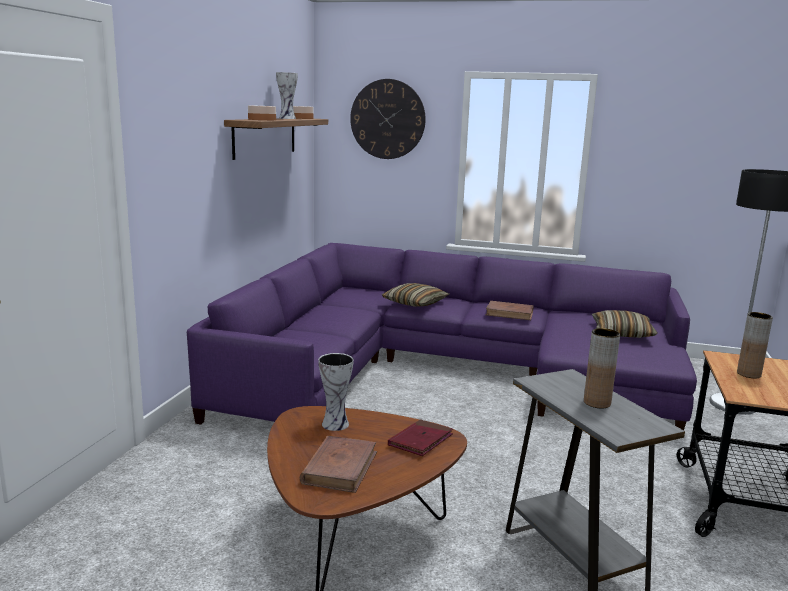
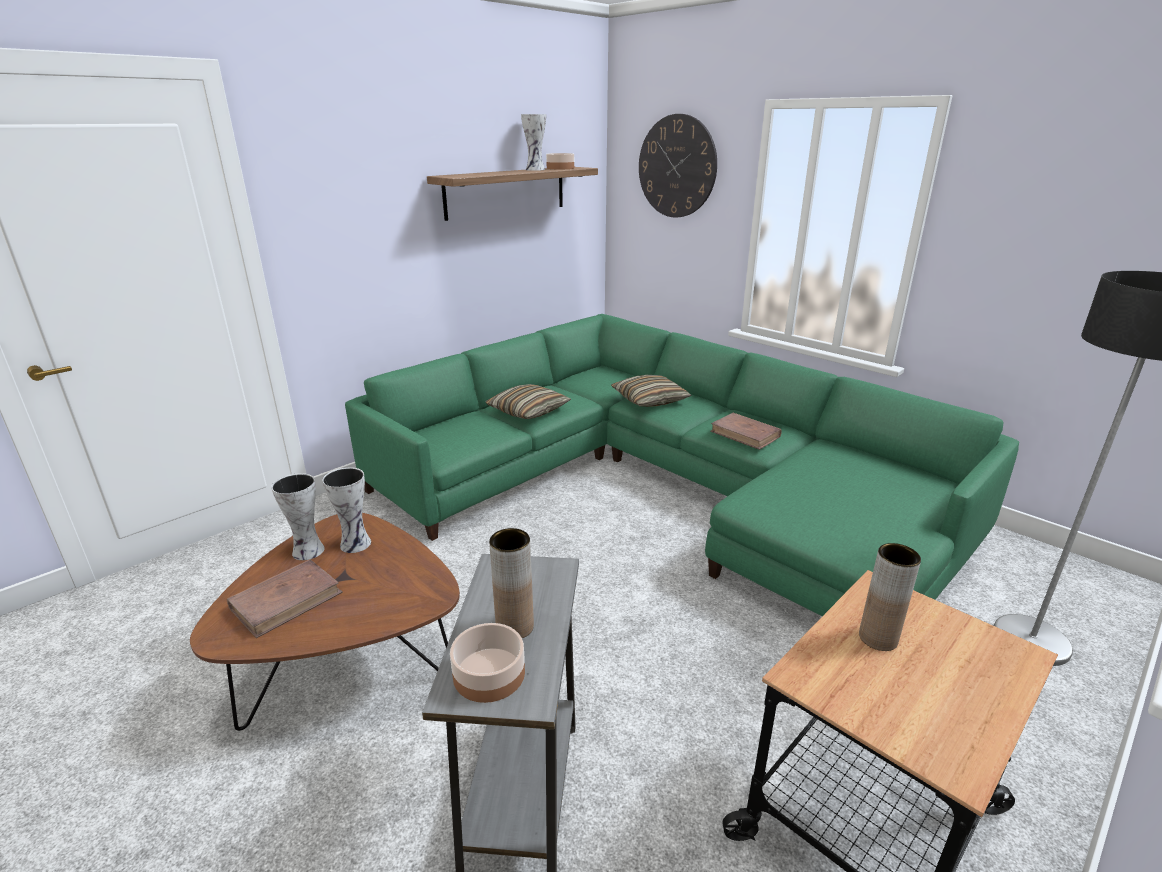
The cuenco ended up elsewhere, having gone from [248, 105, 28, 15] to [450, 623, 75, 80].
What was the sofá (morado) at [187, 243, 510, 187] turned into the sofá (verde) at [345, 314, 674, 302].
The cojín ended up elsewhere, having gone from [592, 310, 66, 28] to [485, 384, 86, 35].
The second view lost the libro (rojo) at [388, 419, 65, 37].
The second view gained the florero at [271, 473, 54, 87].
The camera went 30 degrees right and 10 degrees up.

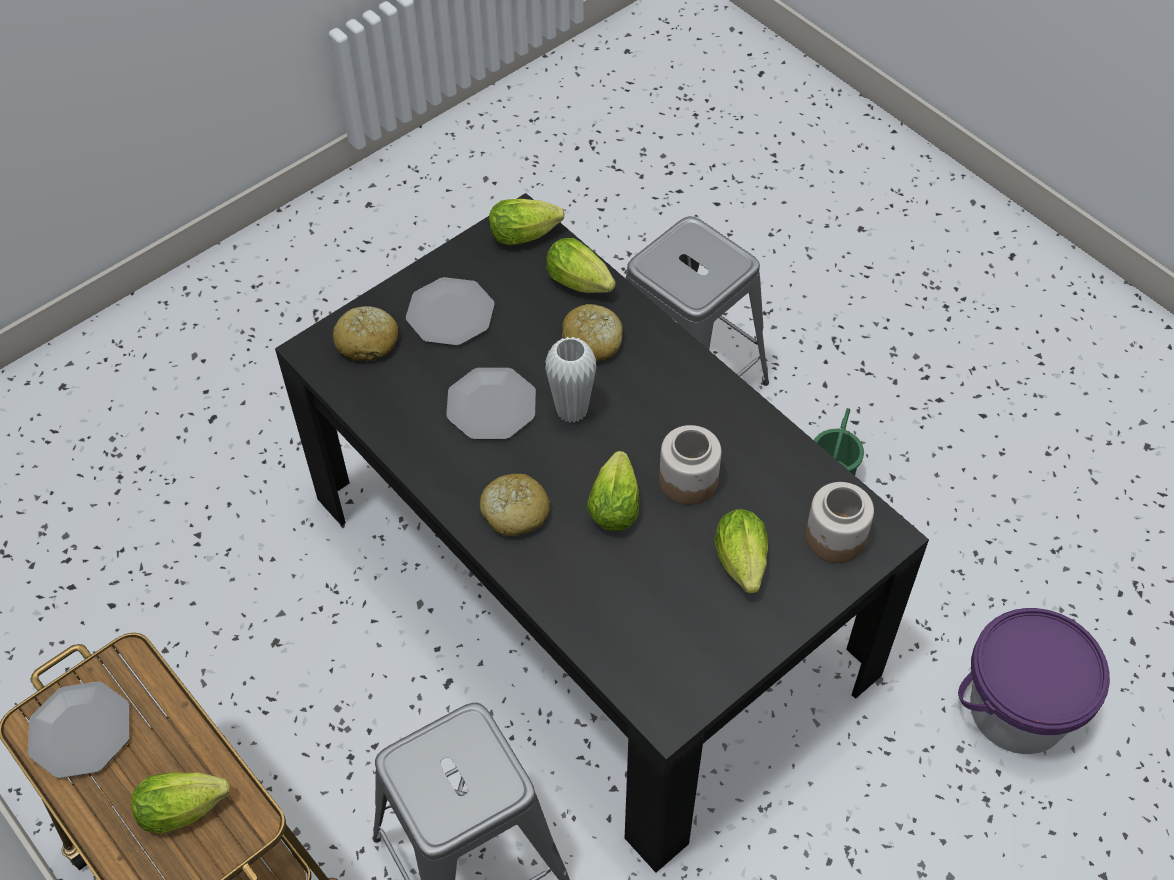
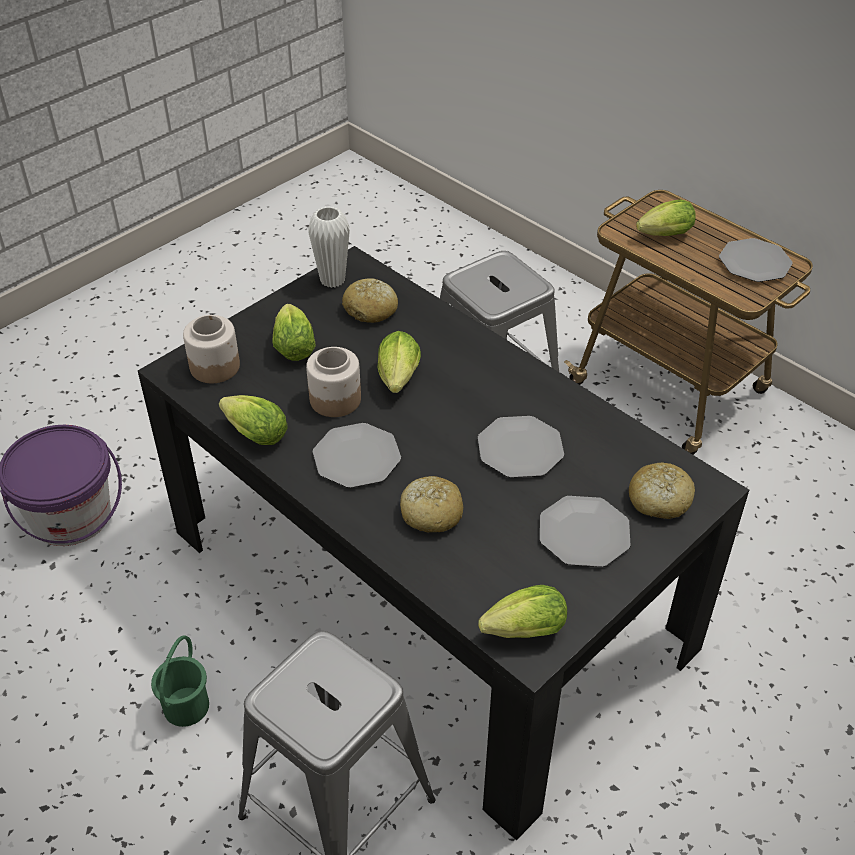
The lechuga ended up elsewhere, having gone from [546, 238, 70, 55] to [219, 395, 69, 50].
The florero (blanco) ended up elsewhere, having gone from [545, 337, 51, 86] to [308, 206, 42, 82].
The pan ended up elsewhere, having gone from [480, 474, 70, 62] to [342, 278, 56, 45].
The second view gained the plato at [313, 423, 88, 65].
The camera went 175 degrees right and 10 degrees down.

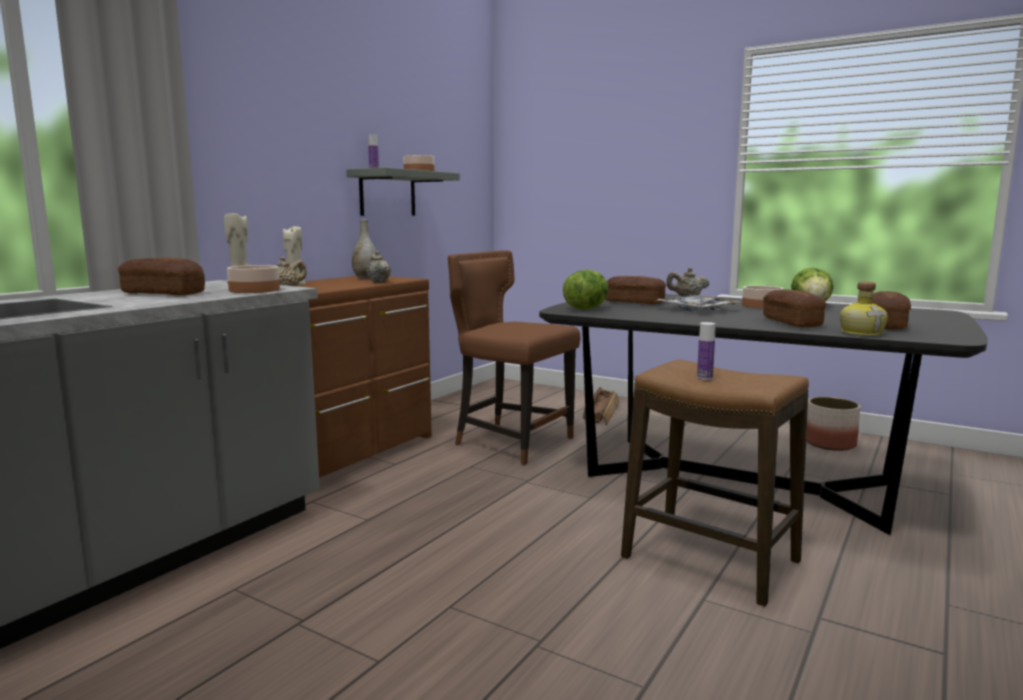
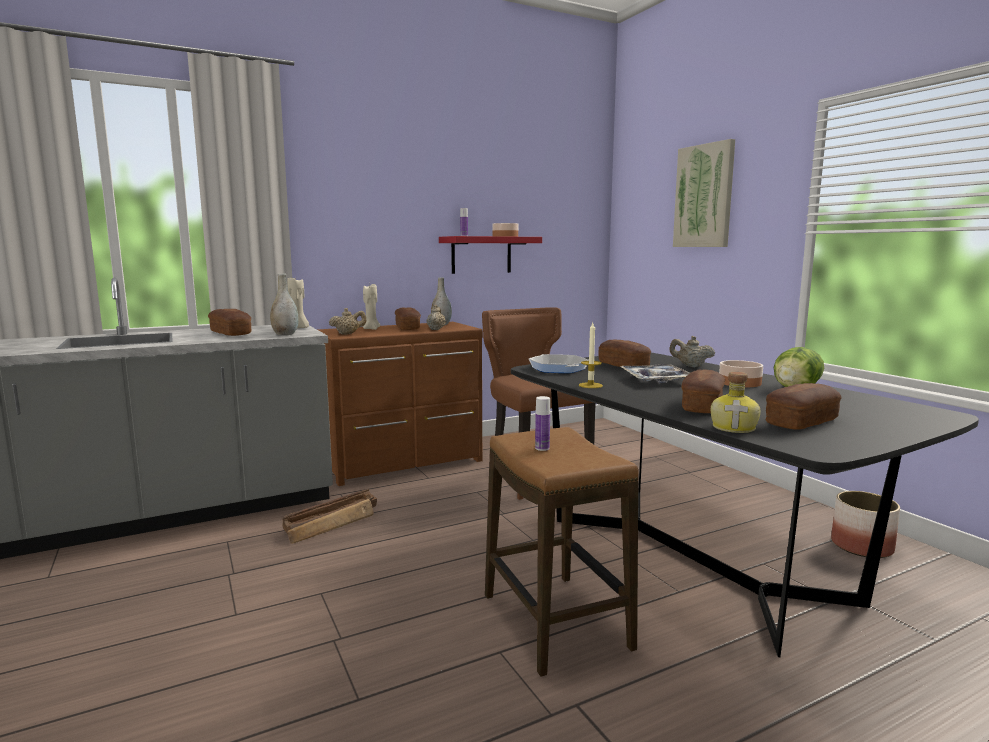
What was the estante (gris) at [346, 167, 114, 49] turned into the estante (rojo) at [439, 236, 103, 38].
Where the cuenco stood at [227, 265, 53, 28], the florero (gris) came to stand at [270, 274, 29, 61].
Where the lechuga stood at [563, 270, 46, 40], the sartén came to stand at [529, 354, 60, 19].
The caja de embalaje ended up elsewhere, having gone from [583, 387, 36, 38] to [283, 489, 94, 55].
The second view gained the cuadro at [673, 139, 62, 108].
The second view gained the pan at [395, 307, 26, 23].
The second view gained the vela at [579, 323, 24, 65].
The camera went 30 degrees right and 0 degrees up.

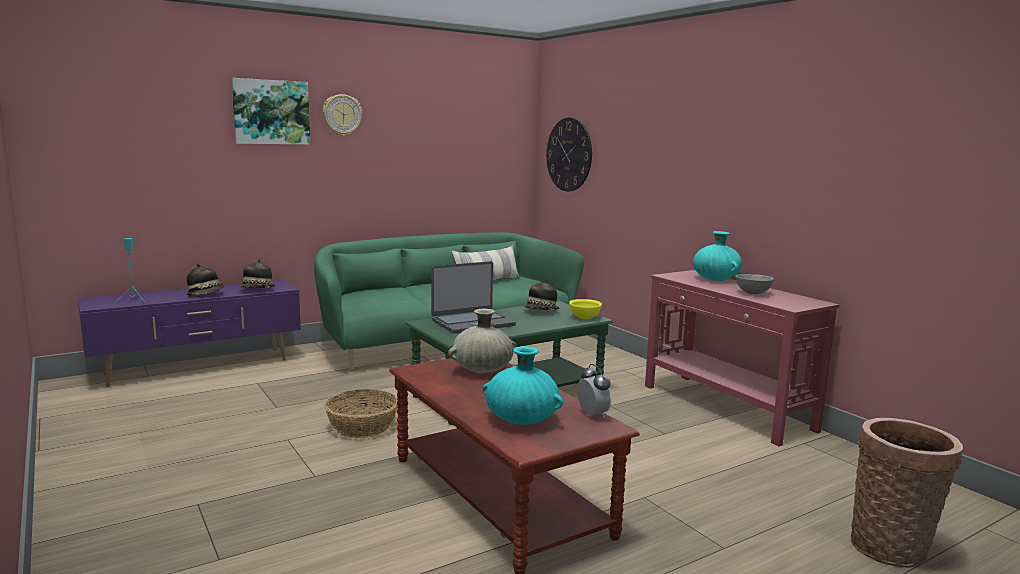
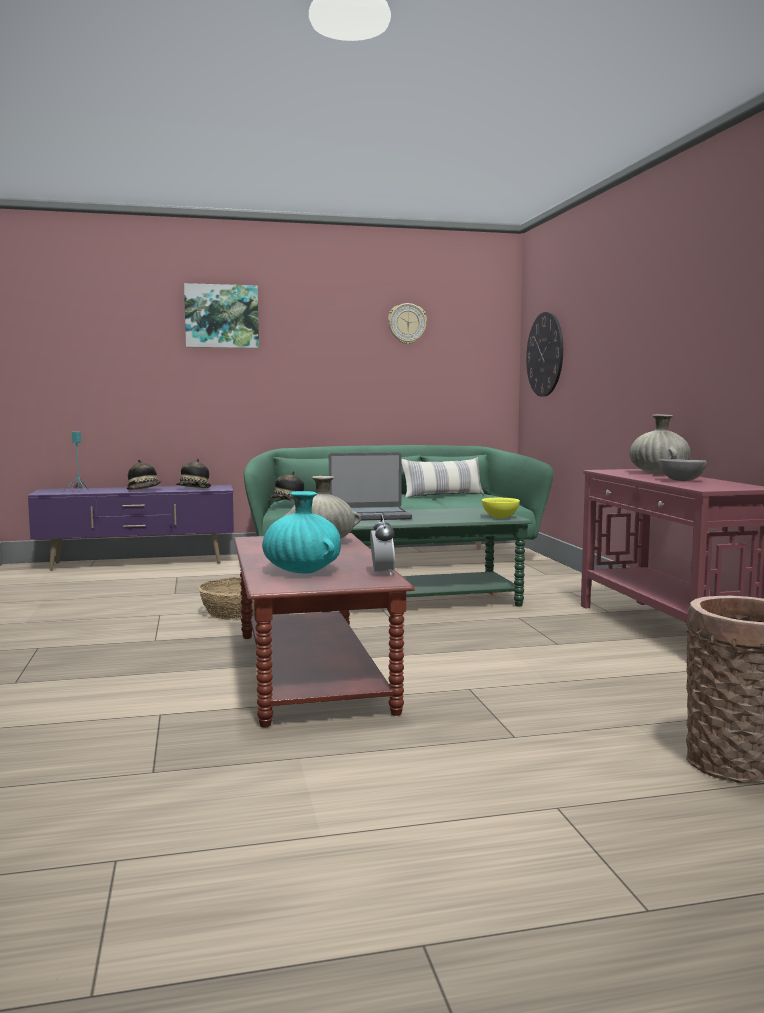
The reloj de pared ended up elsewhere, having gone from [323, 94, 39, 42] to [388, 303, 39, 41].
What was the florero (turquesa) at [693, 231, 49, 50] turned into the florero (beis) at [629, 415, 61, 59].
The sombrero ended up elsewhere, having gone from [523, 279, 36, 32] to [269, 471, 35, 30].
The camera went 20 degrees right and 5 degrees down.

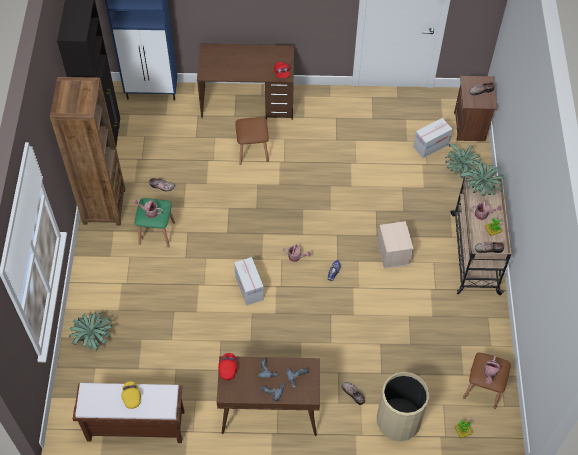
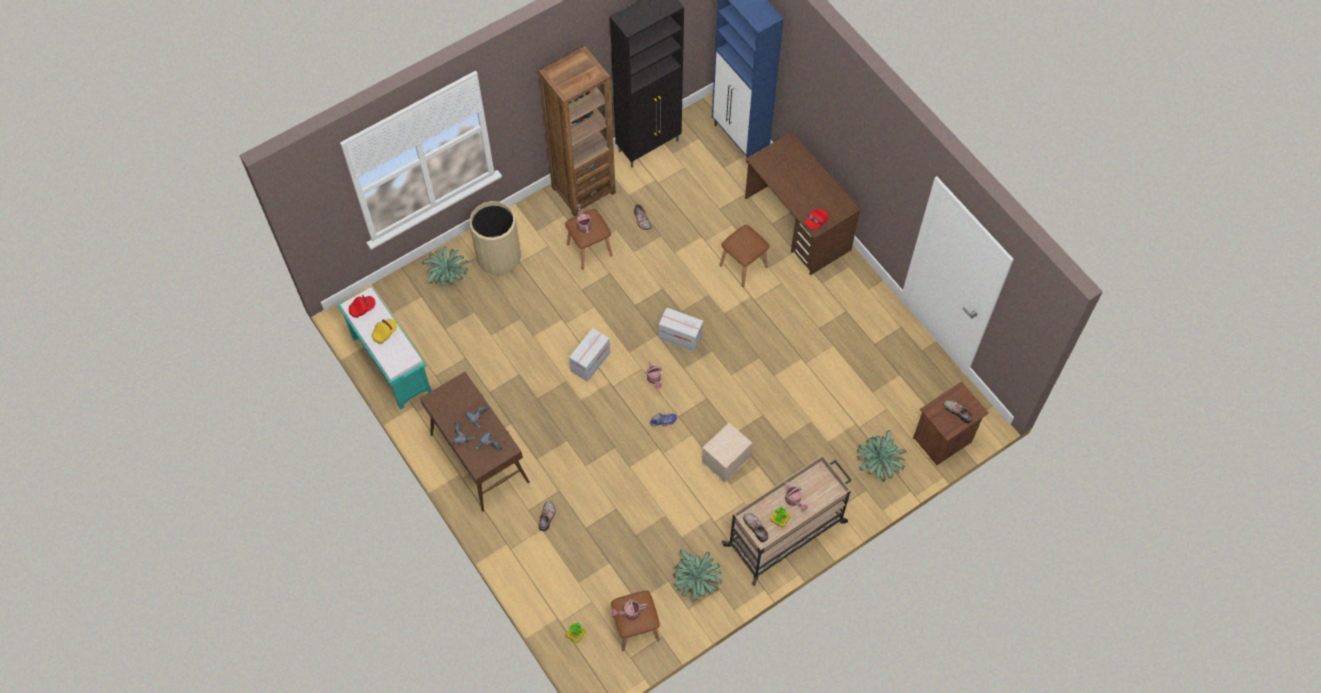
The caja de cartón ended up elsewhere, having gone from [413, 118, 39, 40] to [659, 307, 44, 45].
The planta en maceta ended up elsewhere, having gone from [460, 161, 45, 35] to [673, 550, 49, 52].
What was the taburete (verde) at [135, 198, 40, 49] turned into the taburete (marrón) at [565, 209, 48, 61].
The gorra (rojo) ended up elsewhere, having gone from [218, 353, 19, 27] to [349, 295, 26, 23].
The papelera (beis) ended up elsewhere, having gone from [377, 372, 52, 69] to [469, 201, 52, 74].
What was the banco (marrón) at [73, 383, 111, 60] turned into the banco (turquesa) at [337, 287, 95, 123].
The camera went 55 degrees right and 5 degrees up.

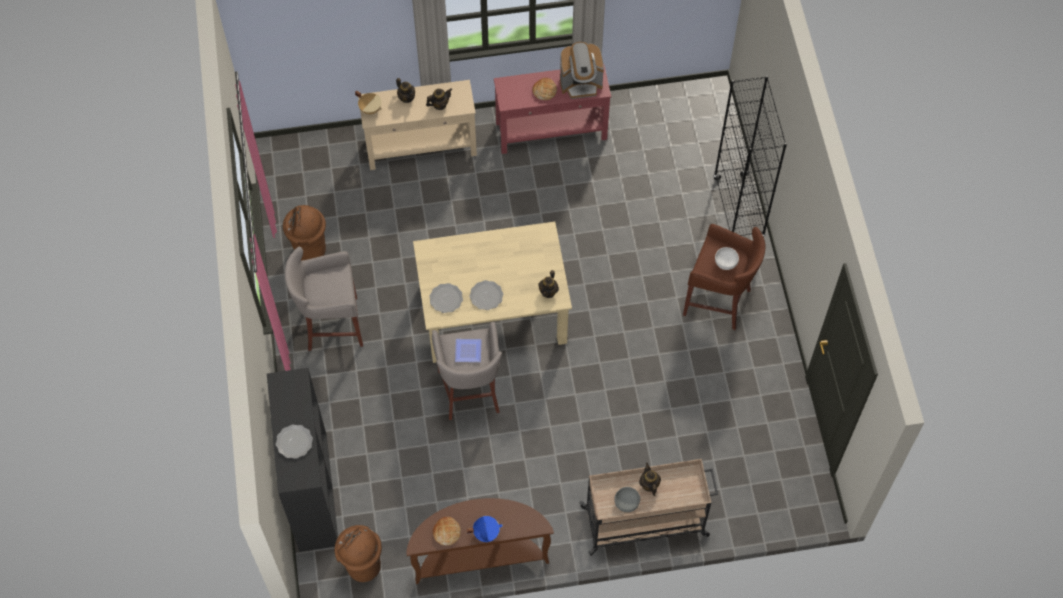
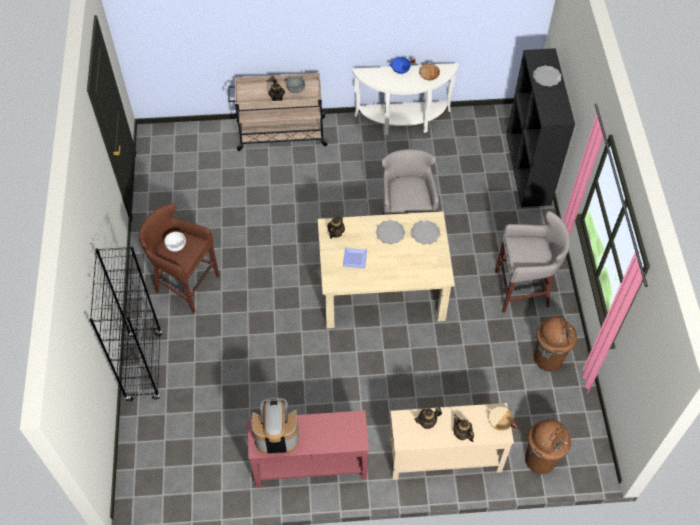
The second view lost the pan at [532, 78, 25, 22].
The plato ended up elsewhere, having gone from [455, 339, 27, 23] to [343, 248, 24, 20].
What was the mesa consola (marrón) at [407, 498, 147, 86] turned into the mesa consola (blanco) at [352, 63, 107, 72].
The papelera (marrón) ended up elsewhere, having gone from [335, 525, 47, 57] to [525, 419, 46, 55].
The camera went 175 degrees left and 5 degrees down.

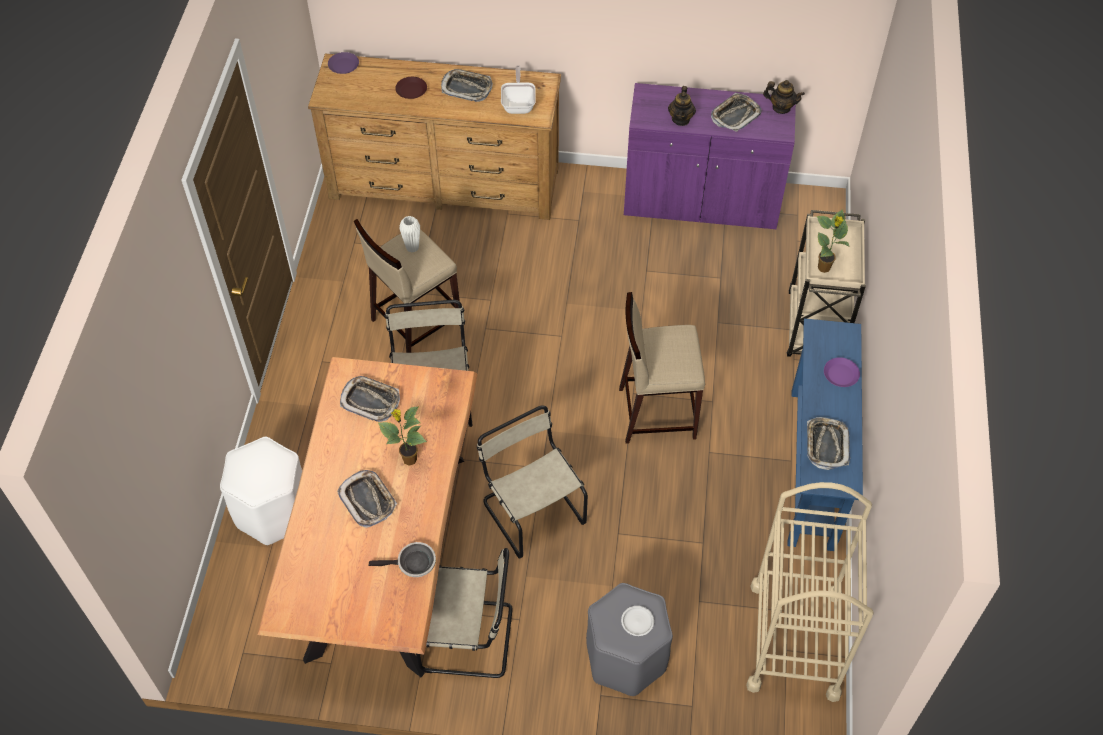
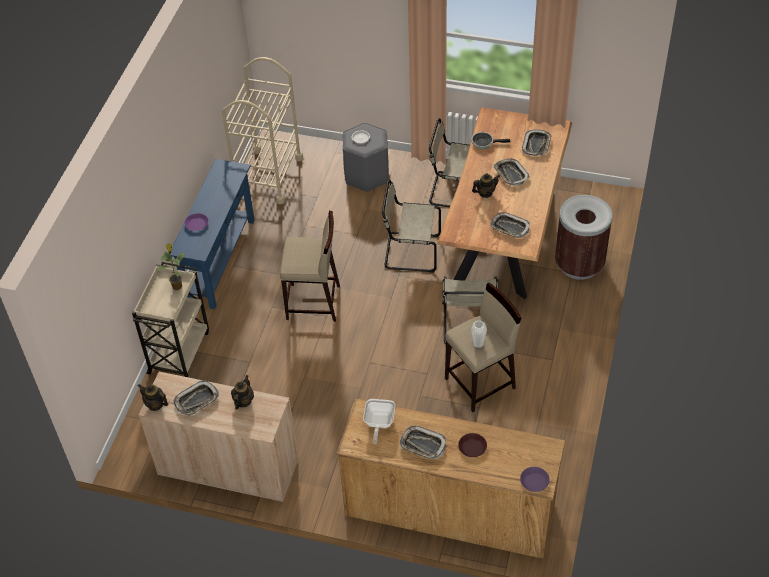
What was the armario (morado) at [624, 83, 172, 146] turned into the armario (beis) at [139, 372, 160, 130].
Where the planta en maceta stood at [378, 406, 49, 60], the tetera came to stand at [472, 173, 28, 25].
The silla (beis) at [477, 406, 111, 153] ended up facing another way, 120 degrees clockwise from before.
The bandeja ended up elsewhere, having gone from [807, 417, 43, 53] to [522, 129, 29, 27].
Where the taburete (blanco) stood at [220, 437, 82, 109], the papelera (marrón) came to stand at [555, 195, 57, 85].
The camera went 170 degrees left and 5 degrees down.

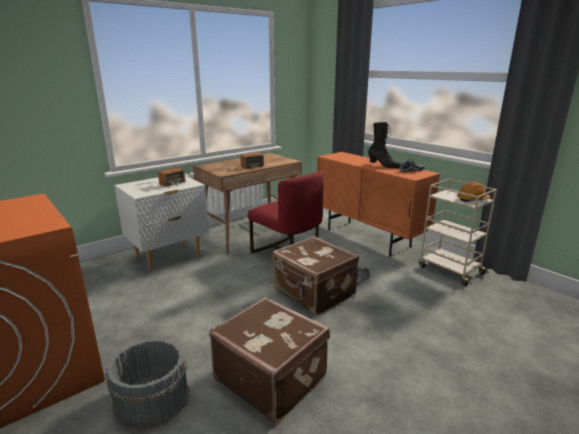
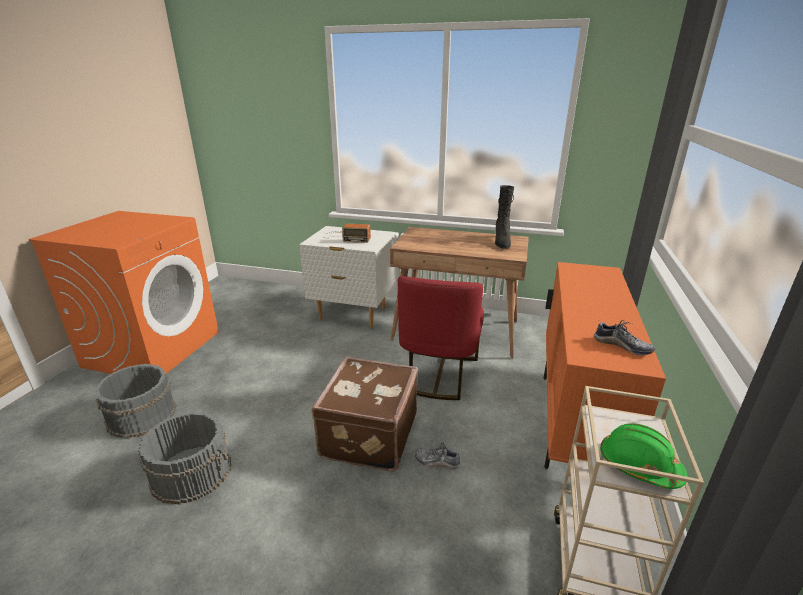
The bota (negro) ended up elsewhere, having gone from [368, 122, 33, 46] to [495, 185, 19, 64].
The second view lost the radio at [219, 153, 45, 17].
What was the casco (naranja) at [457, 182, 33, 20] turned into the casco (verde) at [600, 423, 88, 66].
Where the maleta (marrón) stood at [209, 297, 121, 127], the cubo (gris) came to stand at [138, 412, 93, 92].
The camera went 55 degrees right and 5 degrees up.

